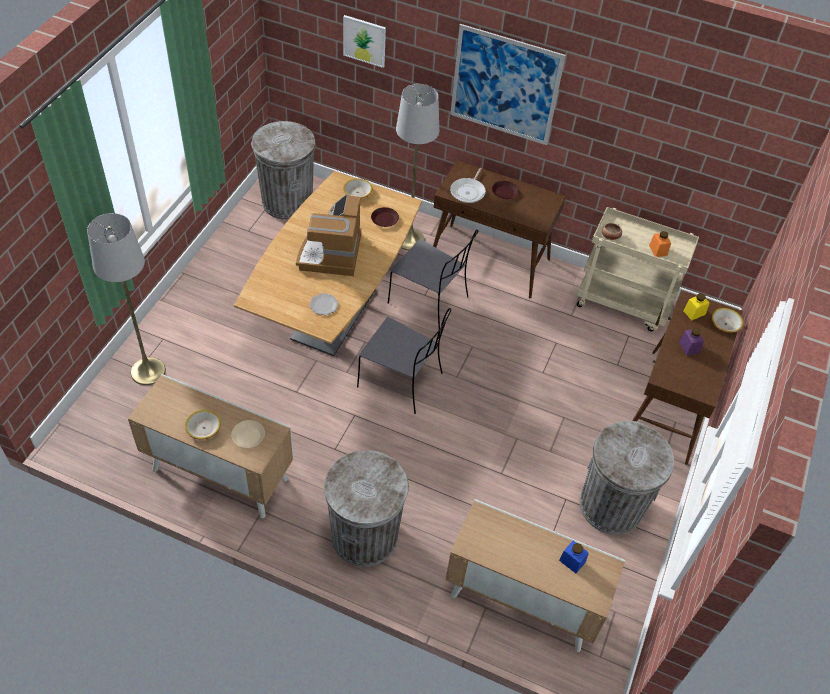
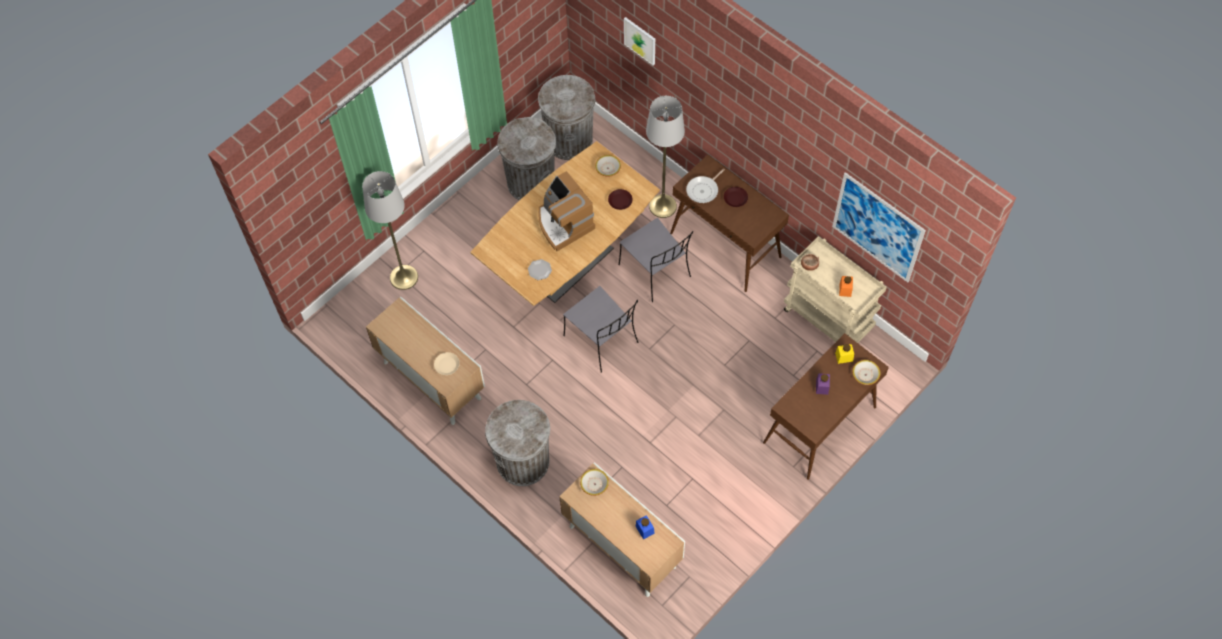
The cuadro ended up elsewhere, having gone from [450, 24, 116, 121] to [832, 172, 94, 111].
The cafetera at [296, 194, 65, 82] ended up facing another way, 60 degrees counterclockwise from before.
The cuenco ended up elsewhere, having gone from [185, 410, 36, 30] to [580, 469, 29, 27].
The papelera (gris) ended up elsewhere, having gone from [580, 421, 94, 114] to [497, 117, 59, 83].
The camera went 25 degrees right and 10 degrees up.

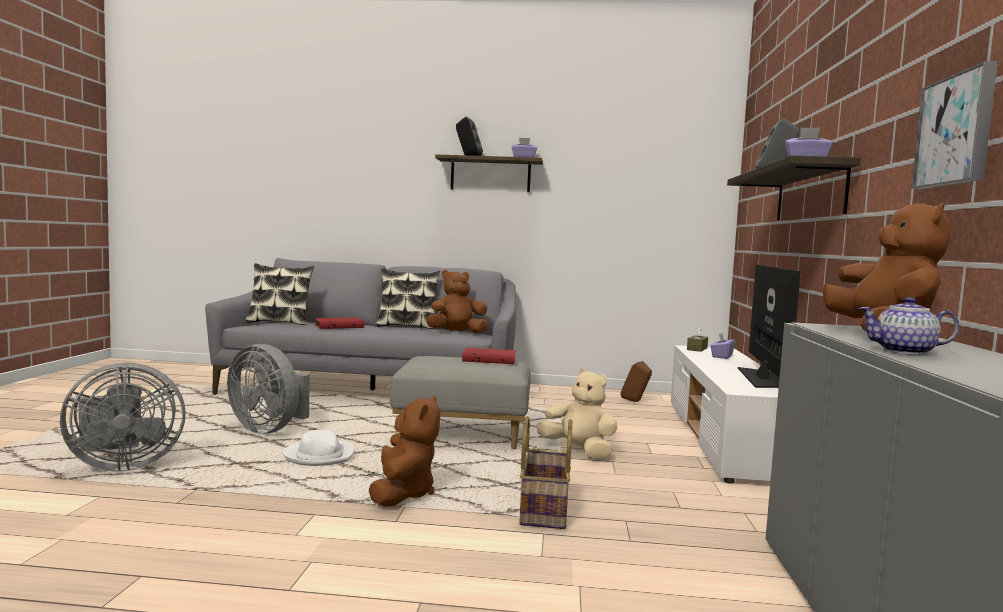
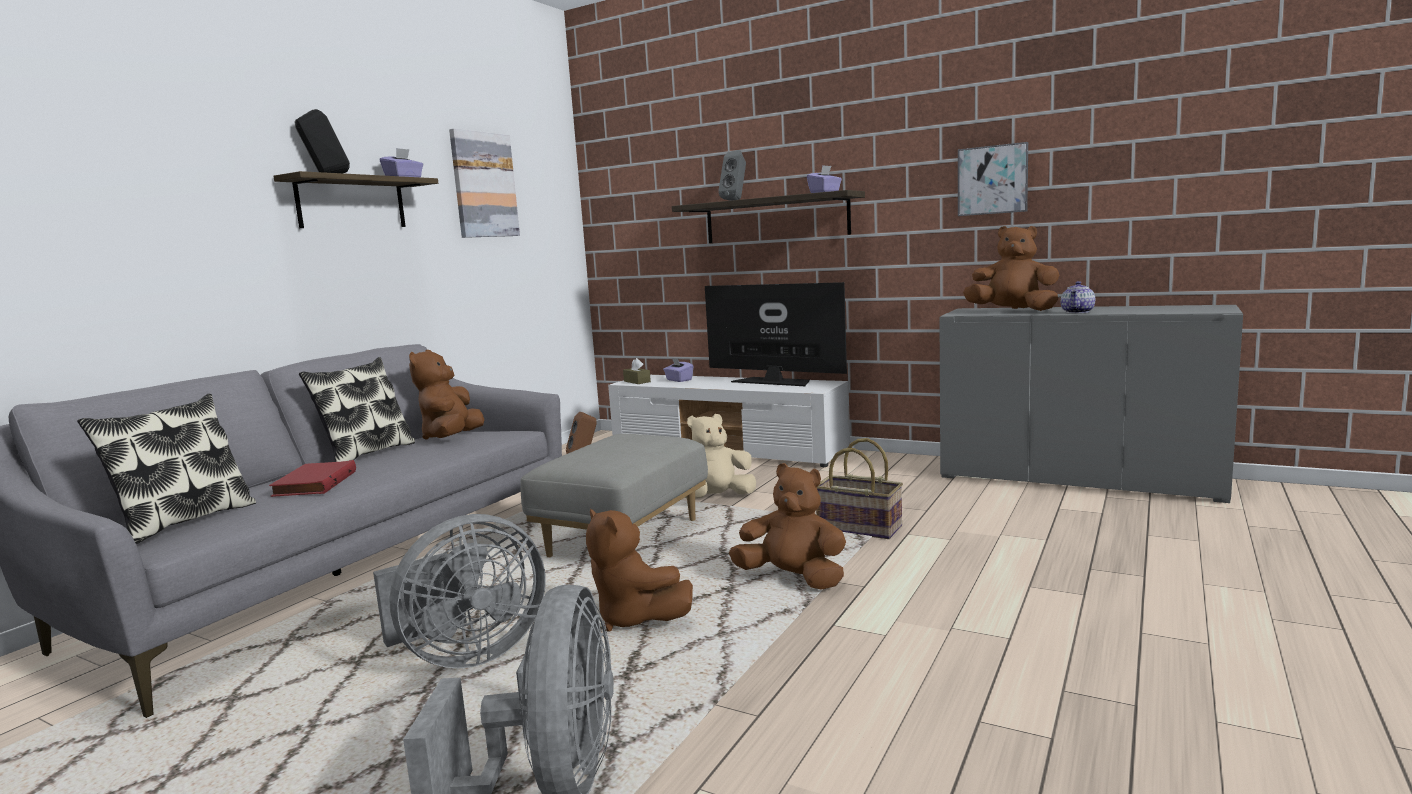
The second view lost the libro (rojo) at [462, 348, 54, 16].
Where the sombrero (blanco) stood at [283, 430, 72, 36], the peluche (marrón) came to stand at [586, 509, 107, 122].
The second view gained the cuadro at [449, 128, 71, 110].
The camera went 65 degrees left and 5 degrees up.

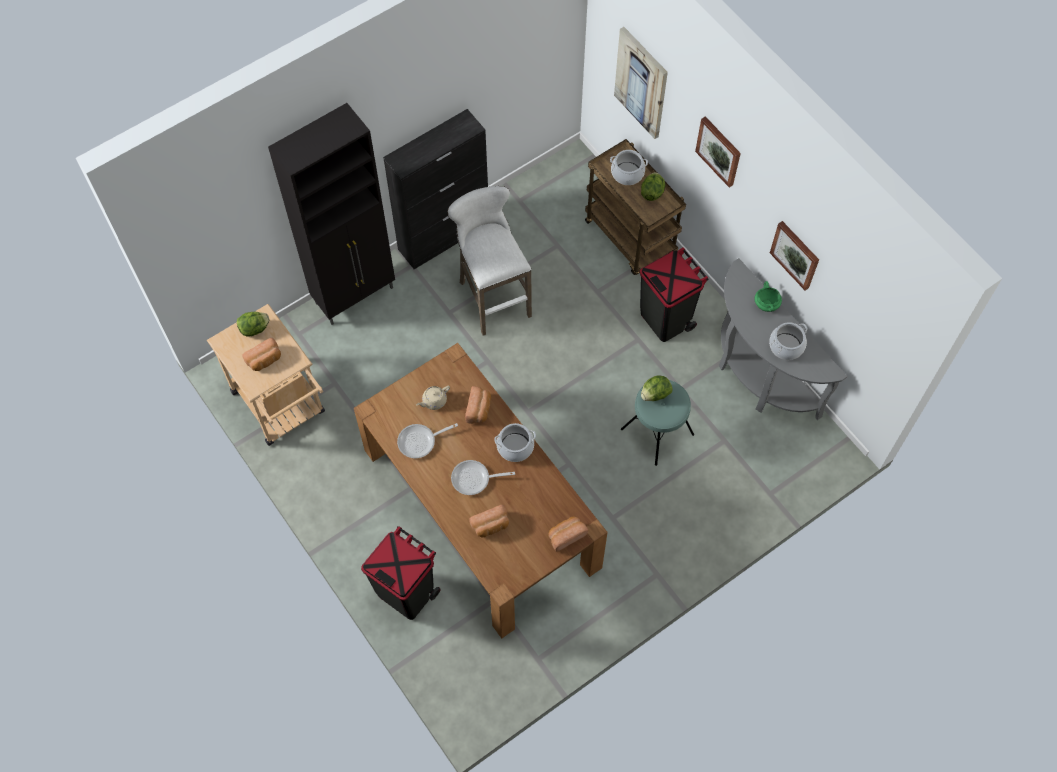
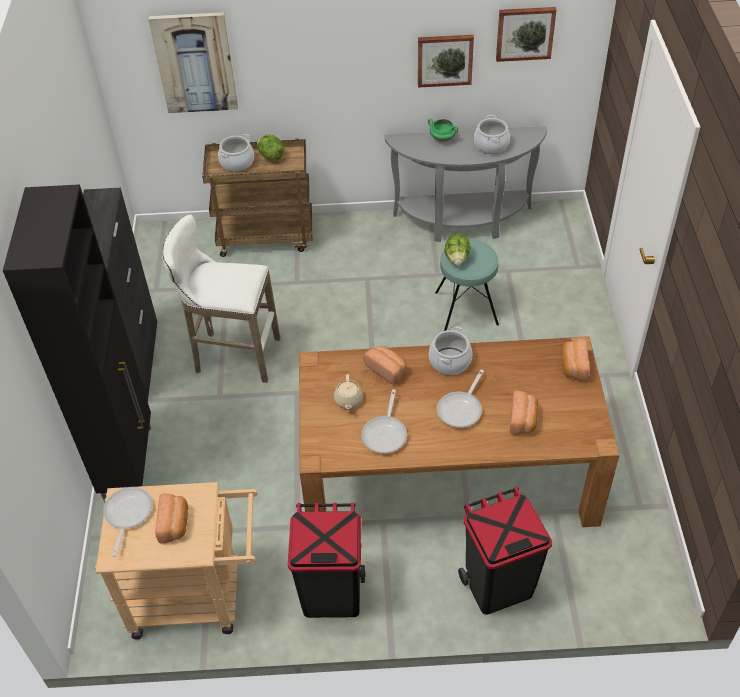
The cuadro ended up elsewhere, having gone from [695, 116, 46, 71] to [496, 7, 61, 55].
The papelera (negro) ended up elsewhere, having gone from [640, 247, 68, 95] to [288, 502, 77, 116].
Where the lechuga stood at [237, 312, 32, 24], the sartén came to stand at [103, 487, 49, 70].
The camera went 55 degrees left and 15 degrees down.

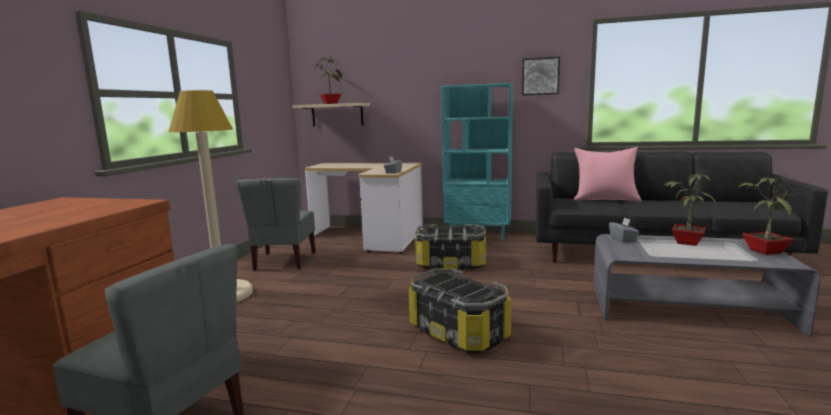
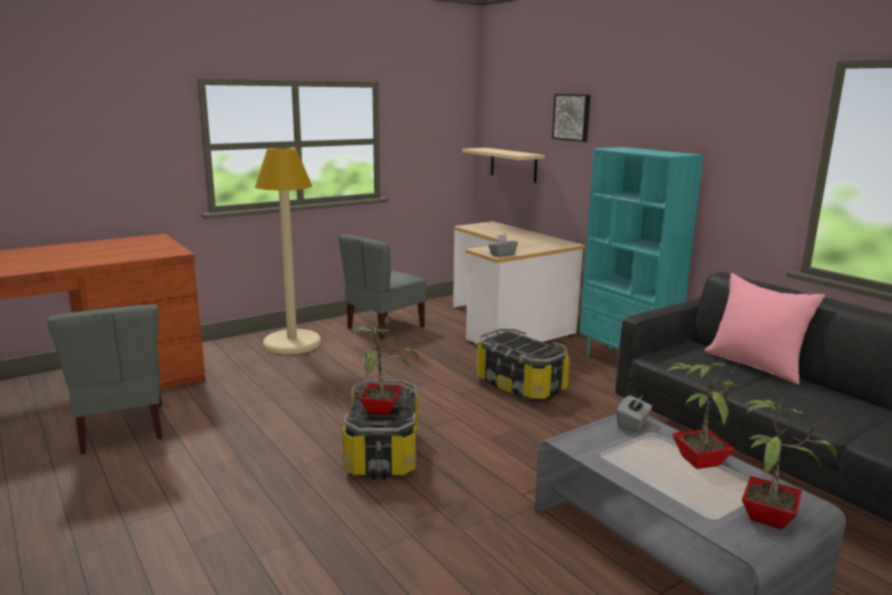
The planta en maceta ended up elsewhere, having gone from [312, 57, 30, 47] to [352, 322, 67, 93].
The cuadro ended up elsewhere, having gone from [522, 57, 38, 38] to [552, 94, 39, 48].
The camera went 40 degrees right and 5 degrees up.

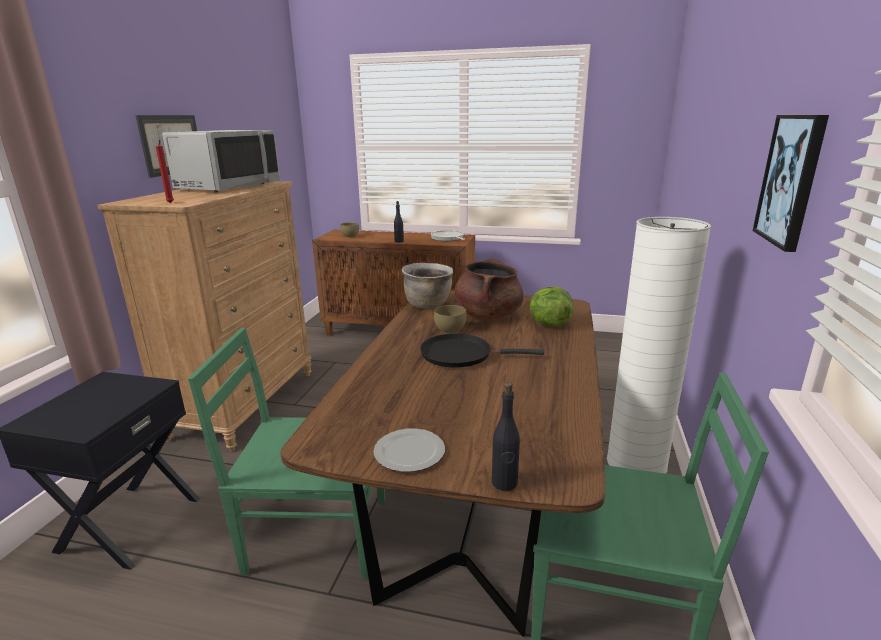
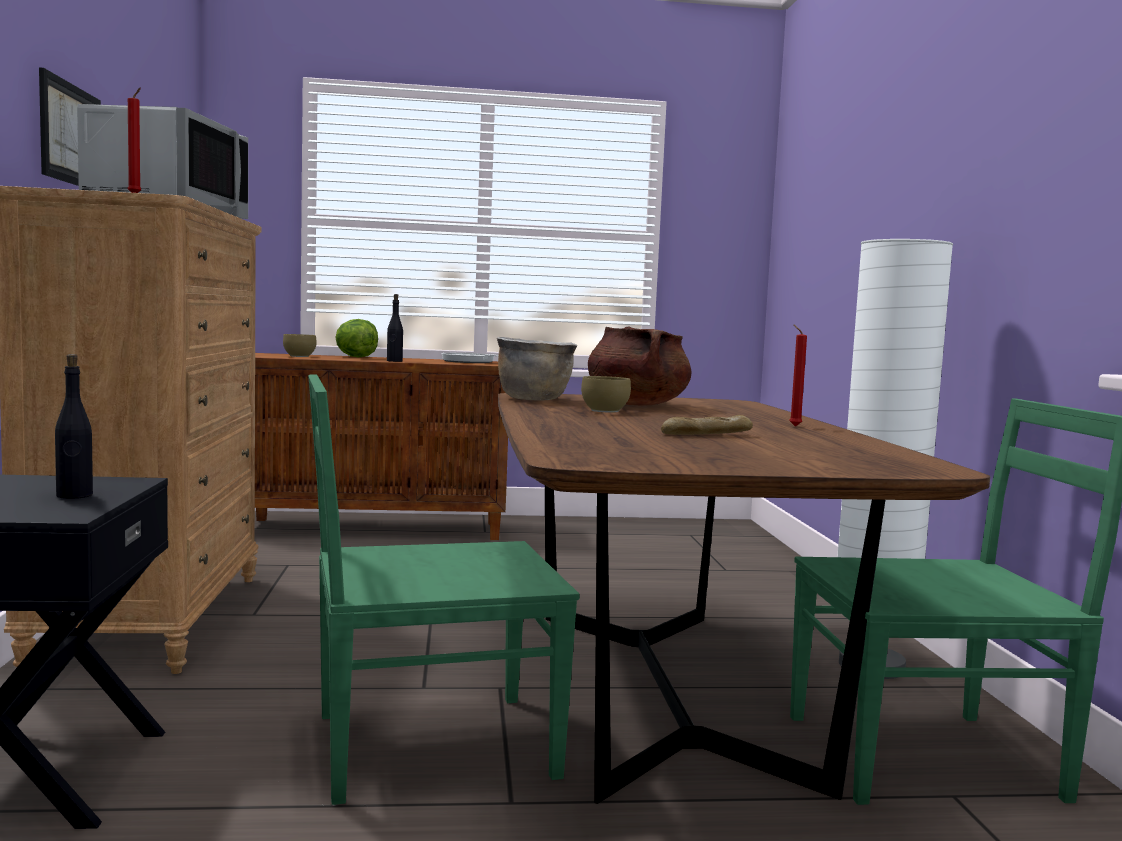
The second view lost the cuadro at [753, 115, 76, 137].
The lechuga ended up elsewhere, having gone from [530, 287, 43, 39] to [335, 319, 43, 38].
The second view lost the sartén (negro) at [420, 333, 124, 35].
The botella (negro) ended up elsewhere, having gone from [492, 382, 28, 109] to [55, 354, 38, 145].
The second view lost the plato at [373, 429, 72, 43].
The second view gained the vela (rojo) at [789, 325, 18, 102].
The second view gained the pan at [661, 415, 92, 20].
The camera went 20 degrees left and 15 degrees down.

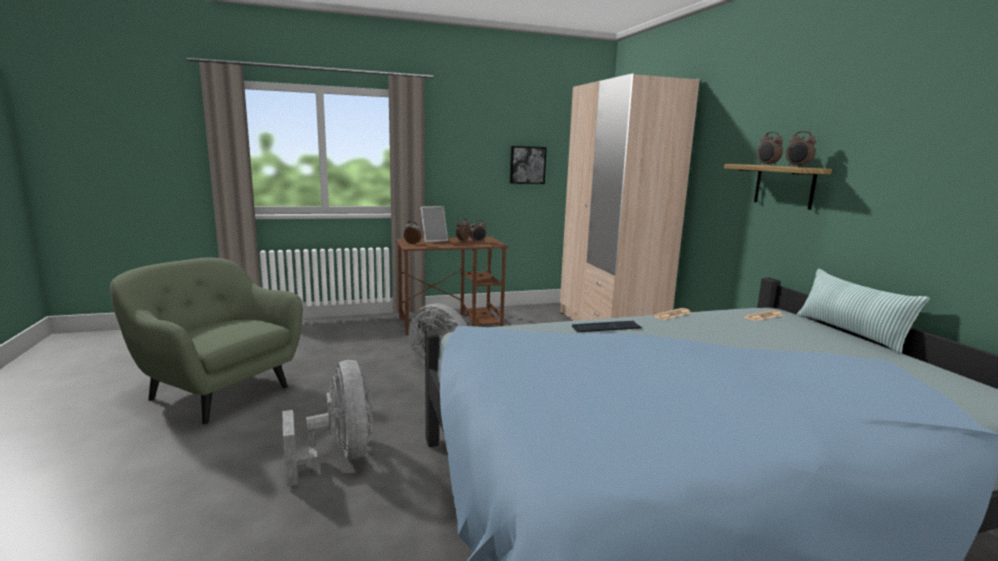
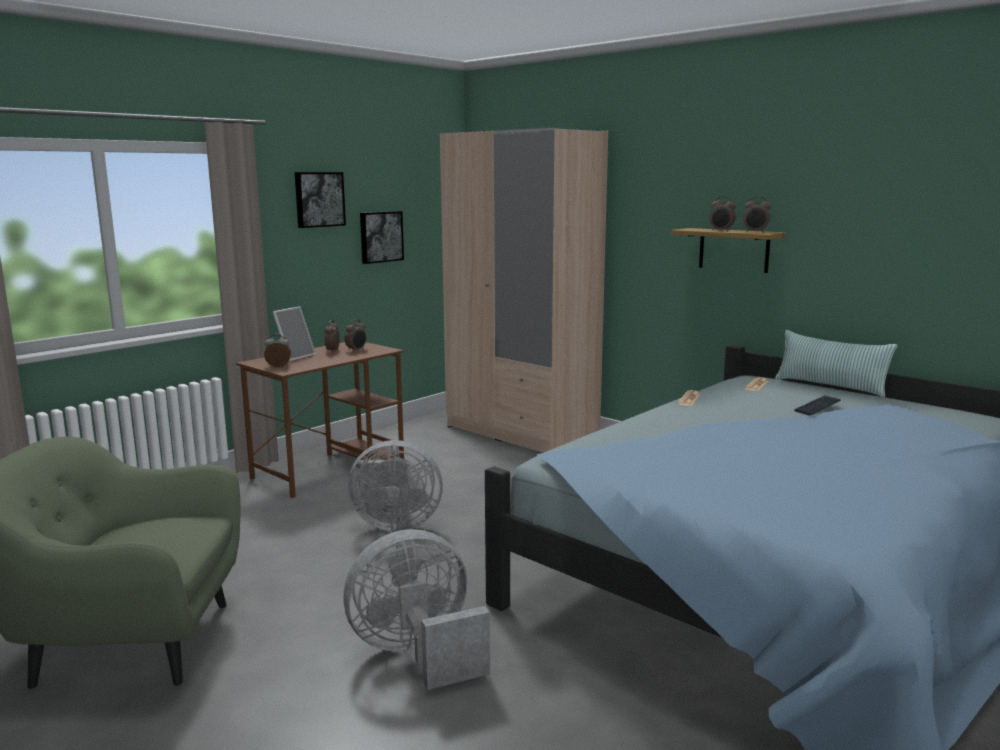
The teclado ended up elsewhere, having gone from [572, 321, 69, 11] to [794, 395, 47, 21].
The ventilador (gris) at [282, 360, 91, 127] ended up facing another way, 60 degrees counterclockwise from before.
The second view gained the cuadro at [295, 172, 51, 56].
The camera went 30 degrees left and 0 degrees up.

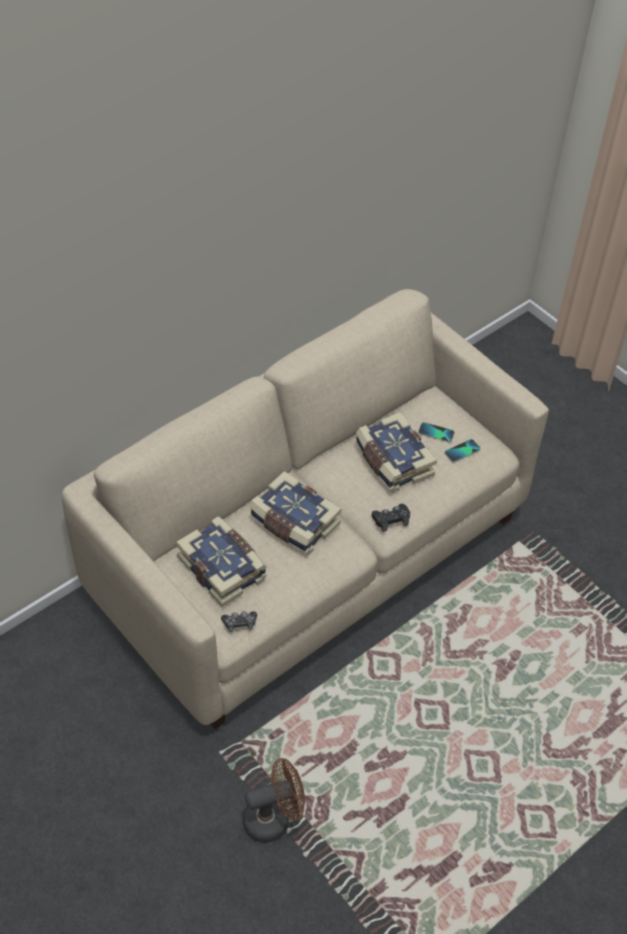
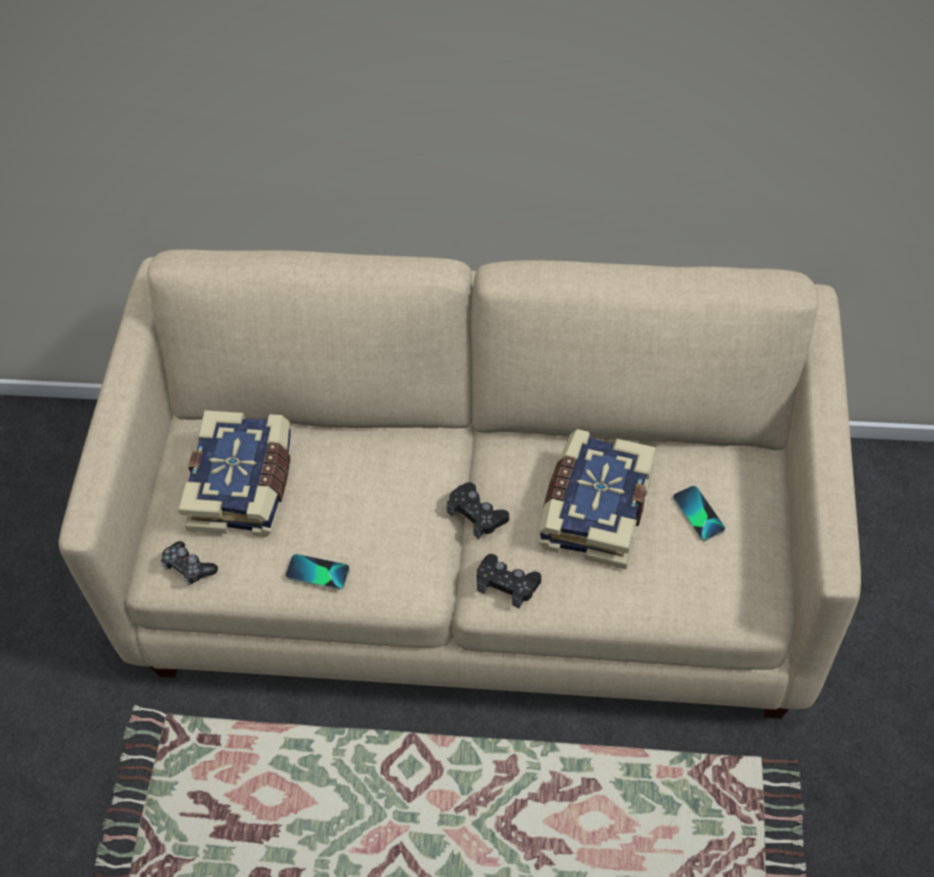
The móvil ended up elsewhere, having gone from [445, 439, 35, 24] to [285, 554, 65, 36].
The second view lost the libro at [250, 471, 91, 84].
The second view lost the ventilador (marrón) at [243, 758, 62, 85].
The second view gained the mando de consola (negro) at [447, 482, 62, 57].
The camera went 50 degrees right and 5 degrees up.

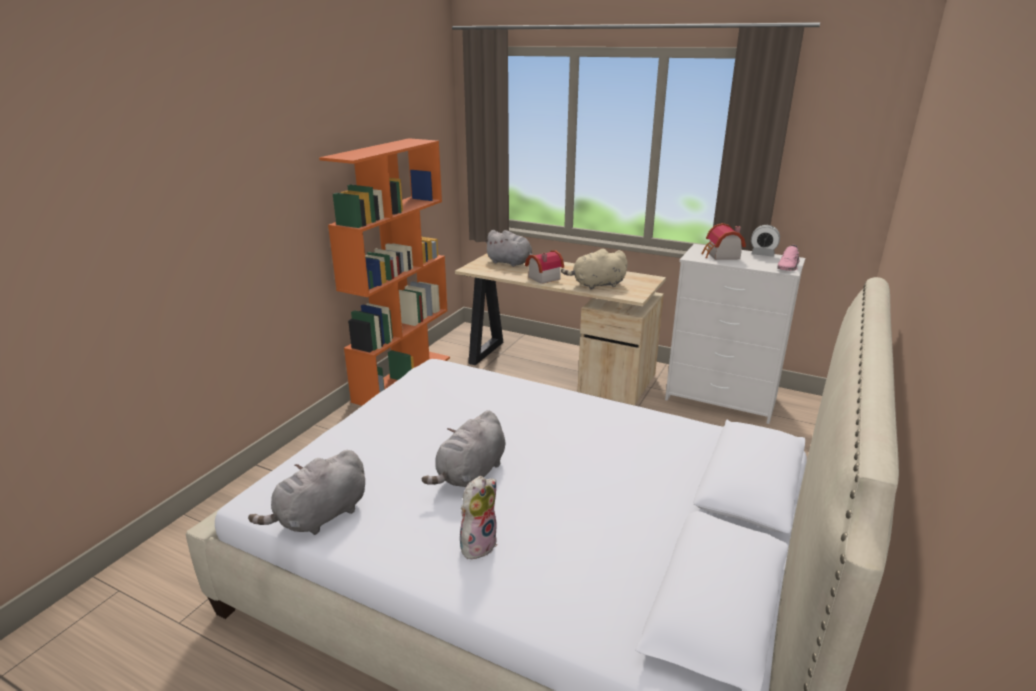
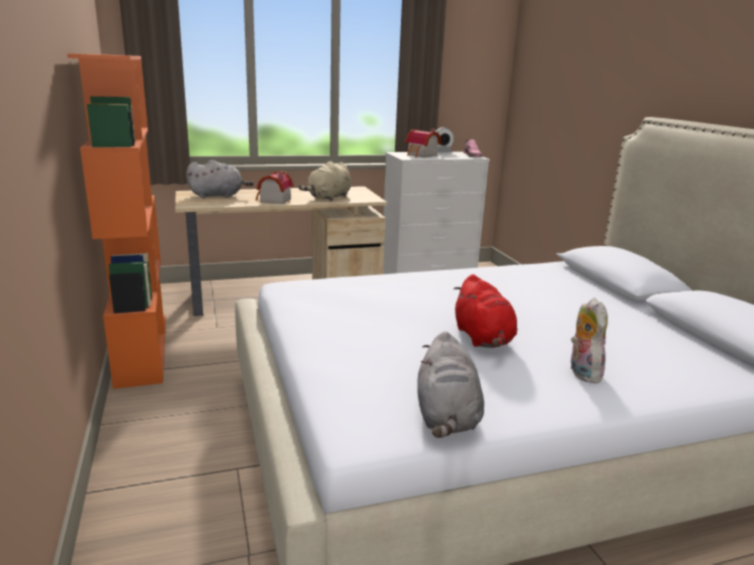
What was the peluche (gris) at [422, 410, 83, 77] turned into the peluche (rojo) at [454, 274, 63, 74].
The camera went 45 degrees left and 5 degrees down.

